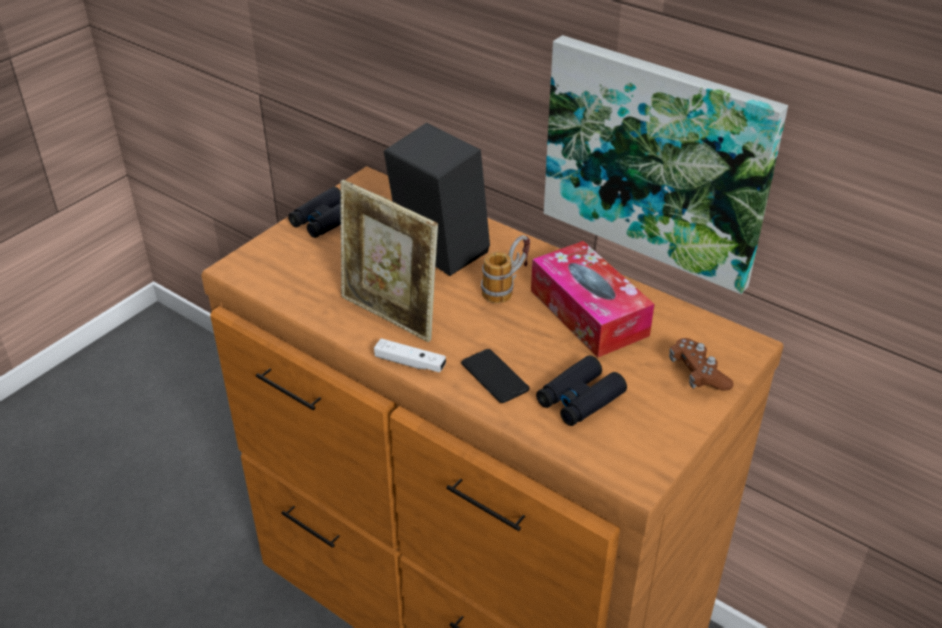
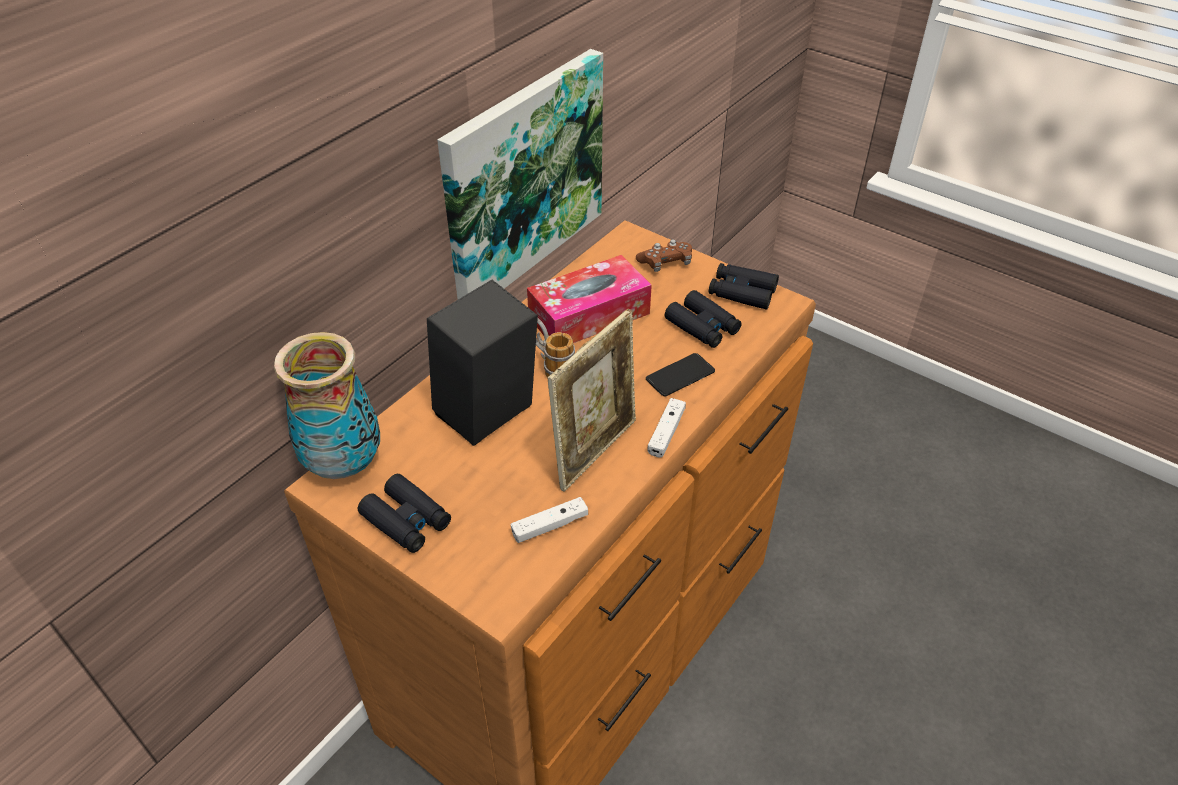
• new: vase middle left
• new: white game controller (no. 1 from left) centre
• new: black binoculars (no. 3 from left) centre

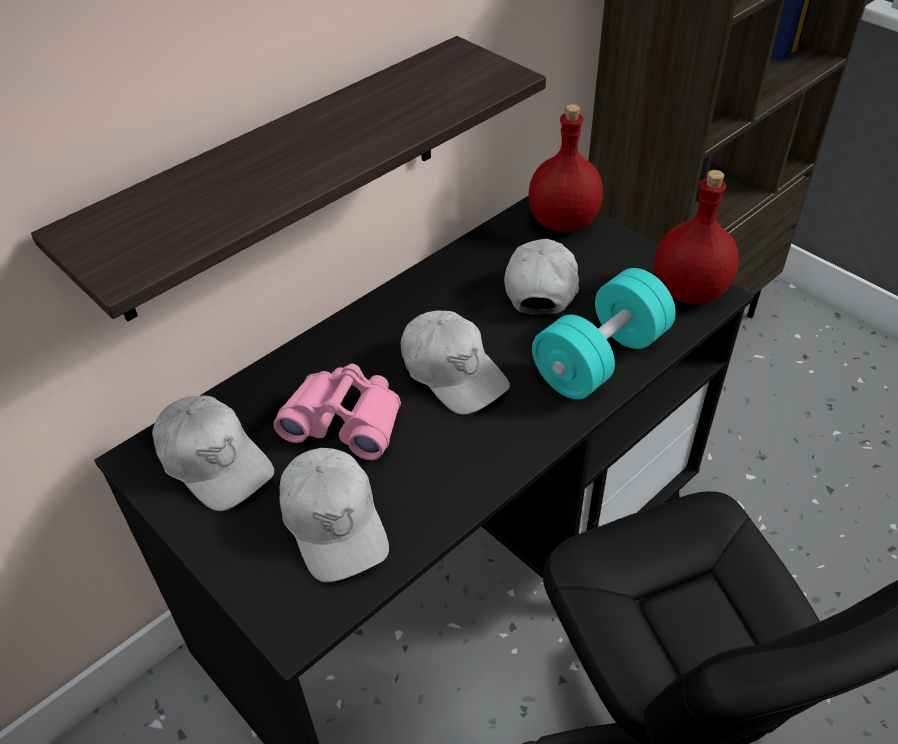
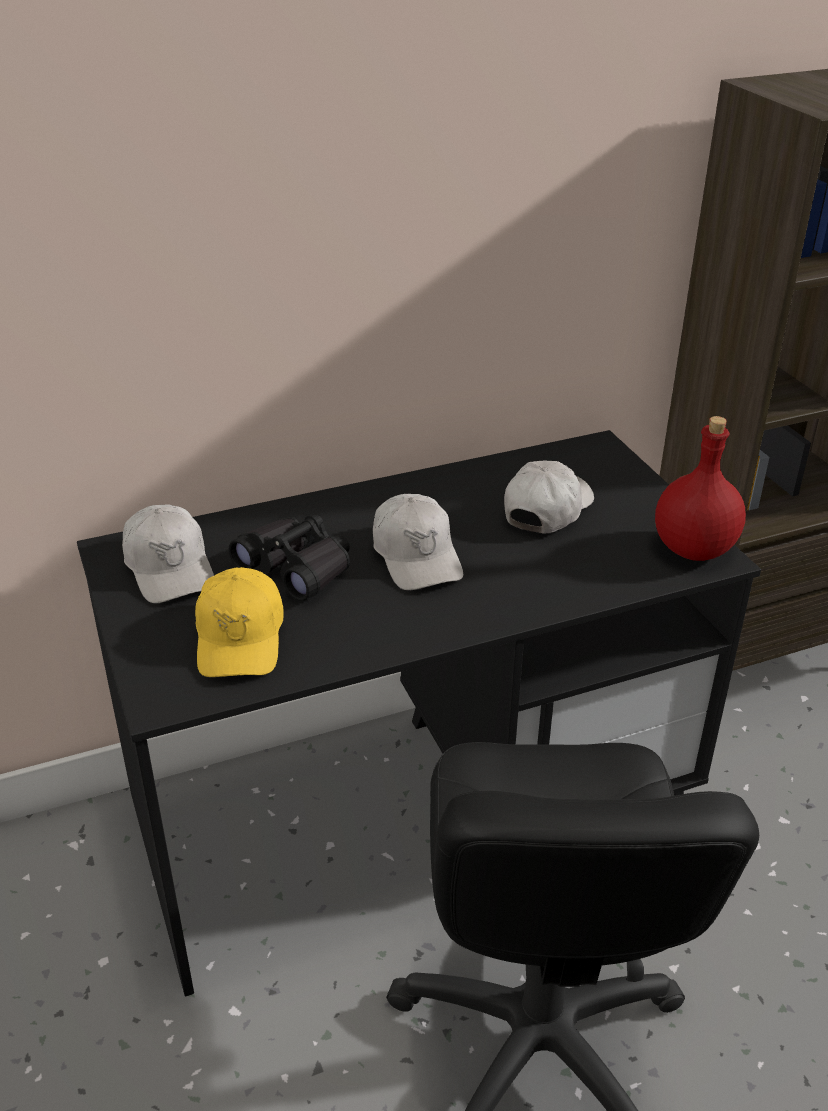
• gone: bracket shelf top left
• repainted: pink-coloured binoculars centre to black binoculars centre
• repainted: white peaked cap (no. 2 from left) bottom centre to yellow-coloured peaked cap middle left
• gone: red drink bottle (no. 1 from left) top centre
• gone: blue-green dumbbell middle right

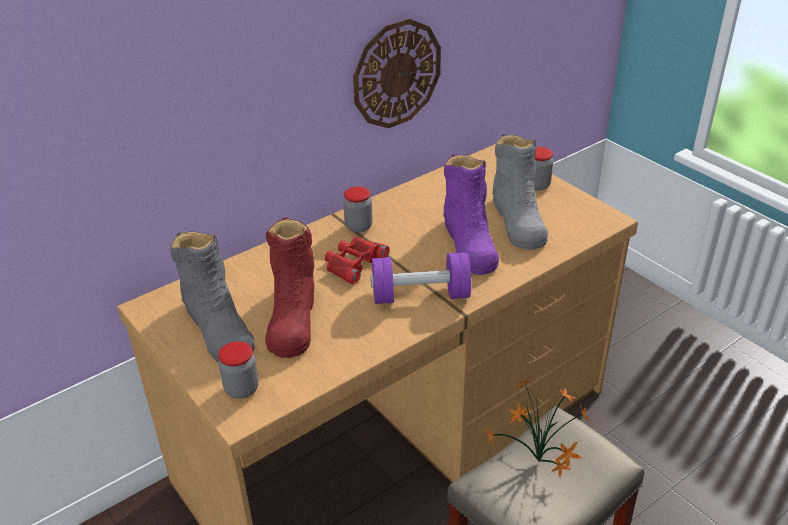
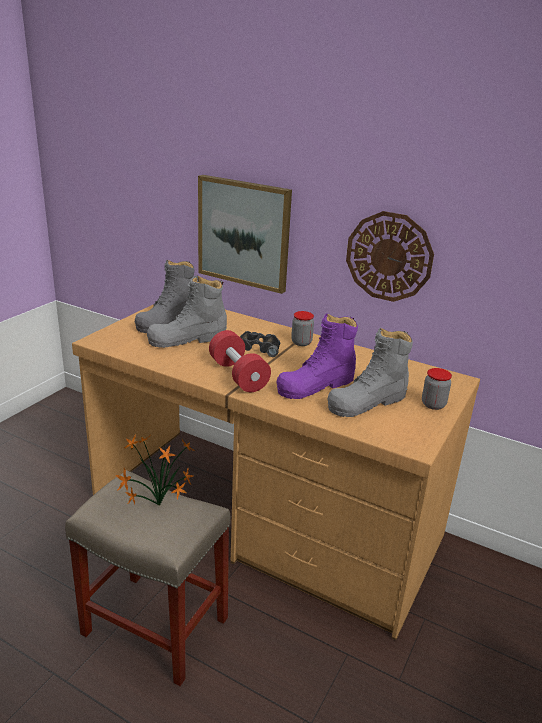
• gone: jar (no. 1 from left) bottom left
• repainted: red high-top boot centre to grey high-top boot (no. 2 from left) centre
• repainted: red binoculars centre to black binoculars centre
• repainted: purple-coloured dumbbell centre to red dumbbell centre
• new: picture top centre

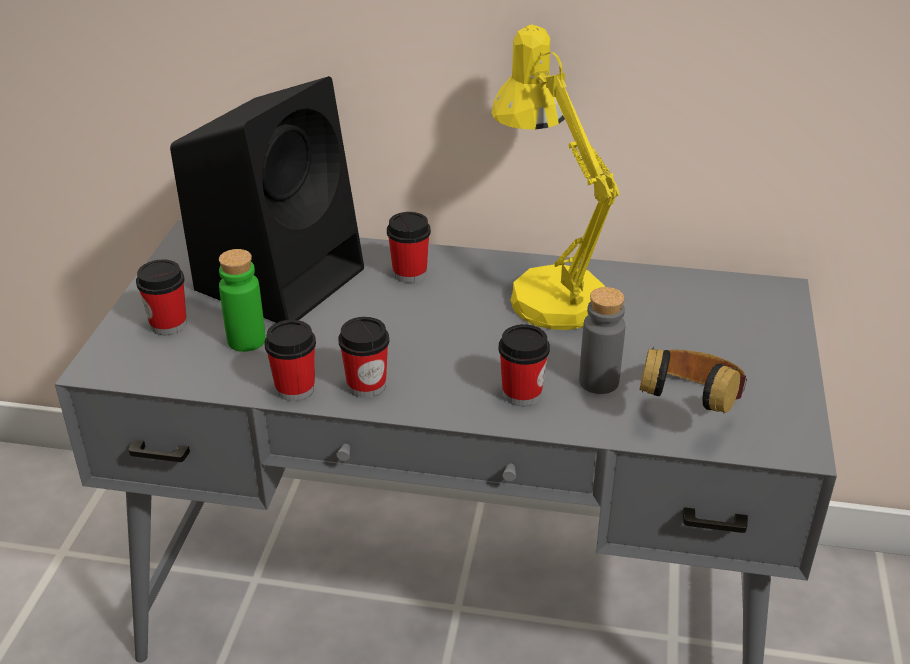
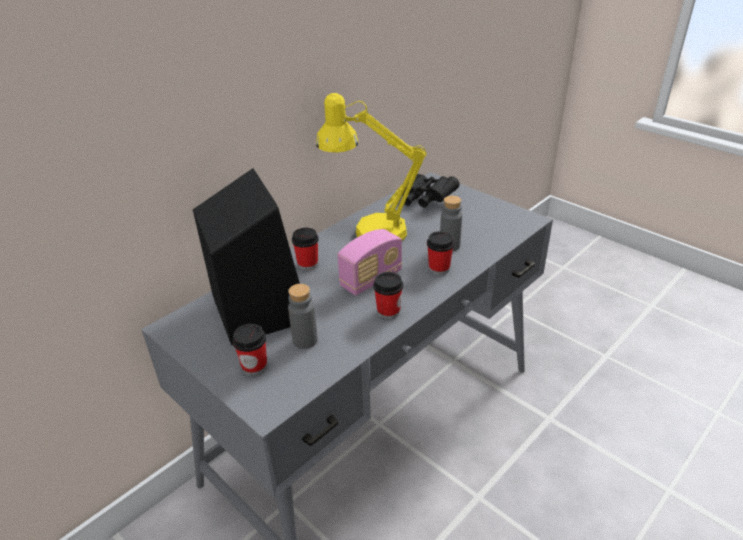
• repainted: greenish drink bottle middle left to grey drink bottle (no. 1 from left) centre
• gone: drinking cup (no. 2 from left) middle left
• gone: headset middle right
• new: radio set centre
• new: black binoculars centre

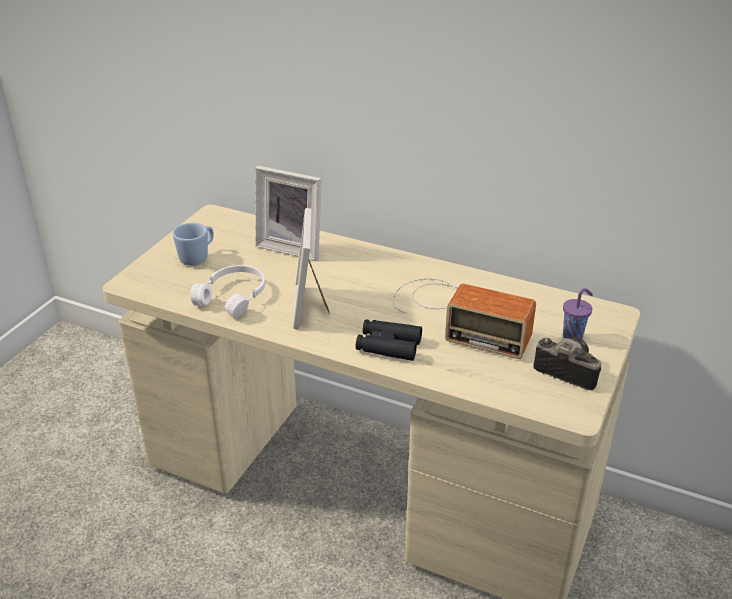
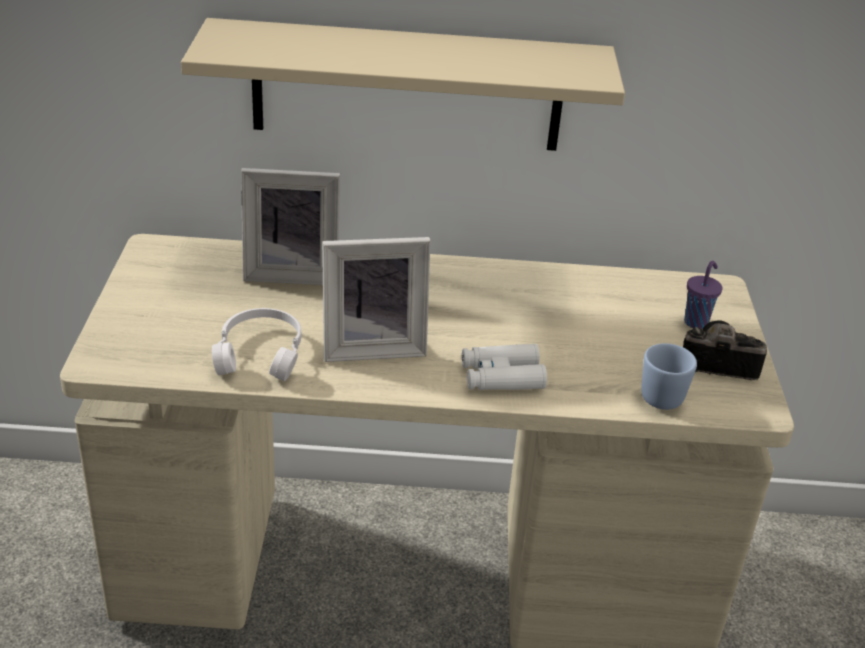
• shifted: bluish coffee mug middle left to middle right
• rotated: picture frame (no. 2 from left) centre = centre 75 degrees counterclockwise
• repainted: black binoculars centre to white binoculars centre
• gone: radio set centre
• new: beige-coloured bracket shelf top centre

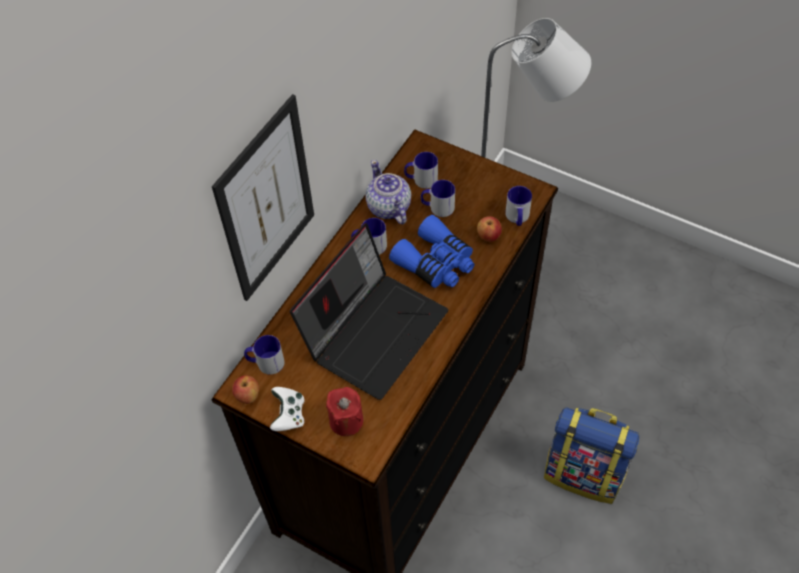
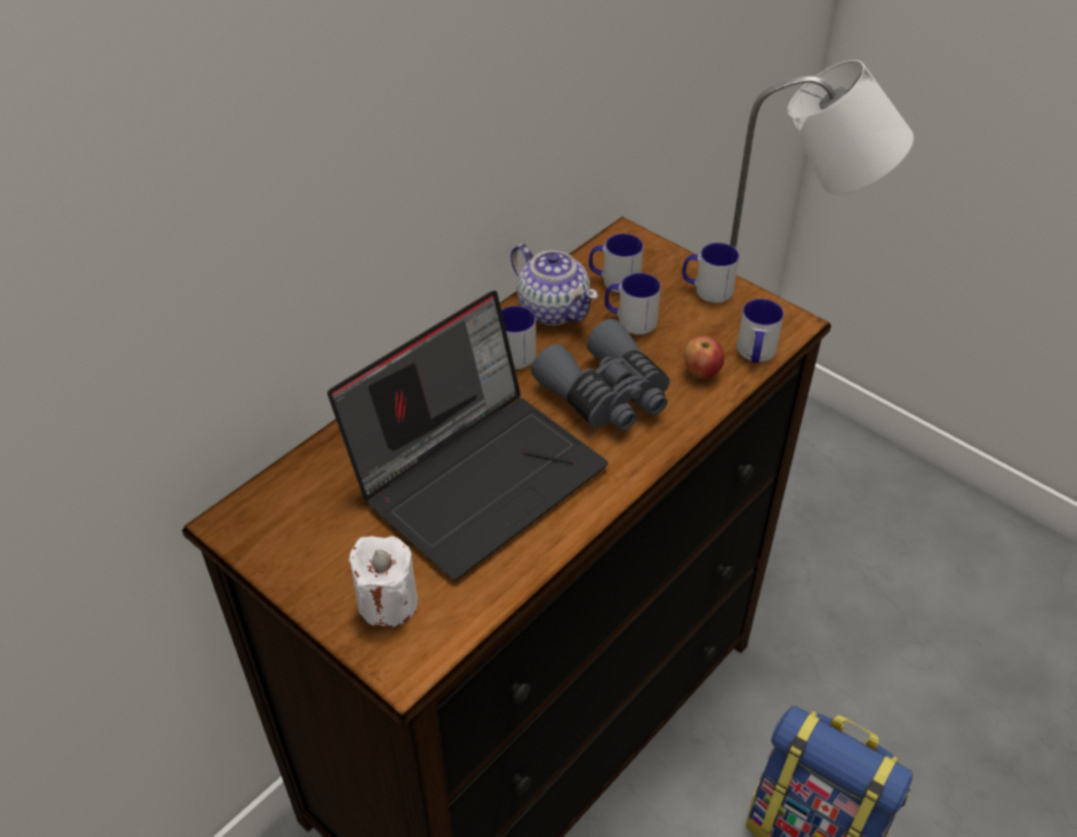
• gone: picture middle left
• gone: apple (no. 1 from left) bottom left
• shifted: coffee mug (no. 1 from left in the first image) middle left to coffee mug (no. 4 from left) top centre
• gone: white game controller bottom centre
• repainted: red wax candle bottom centre to white wax candle bottom centre
• rotated: tea pot centre = centre 150 degrees clockwise
• repainted: bluish binoculars centre to grey binoculars centre

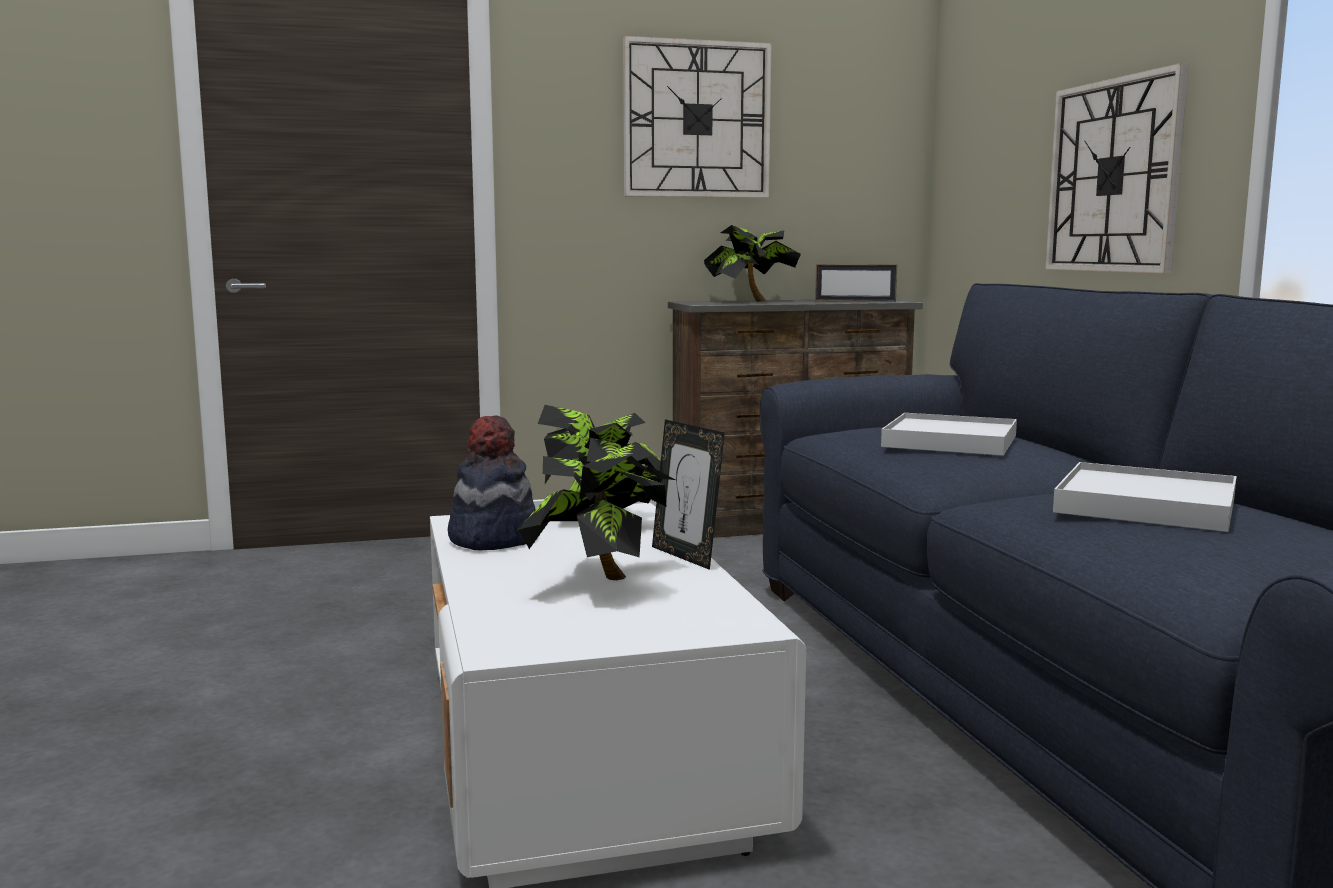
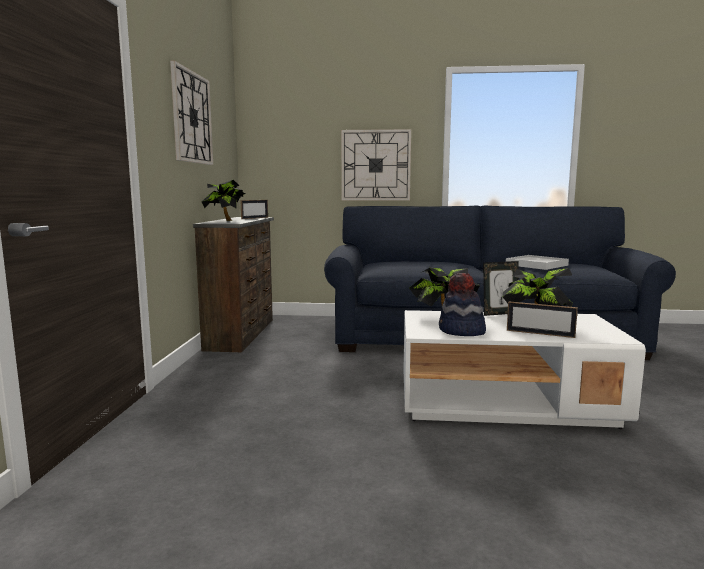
• gone: white carrying tray (no. 1 from left) middle right
• new: picture frame (no. 3 from left) middle right

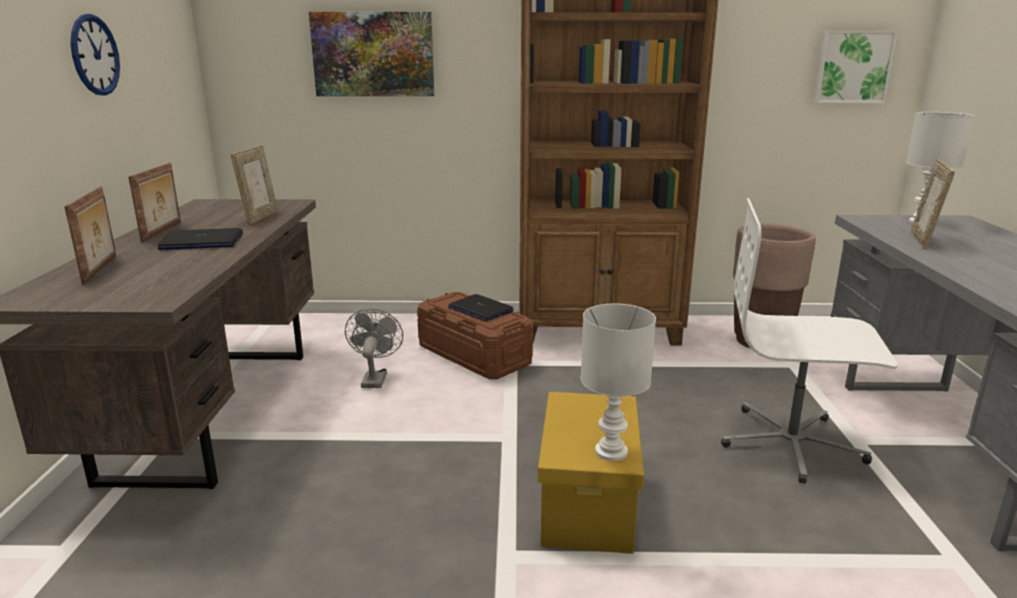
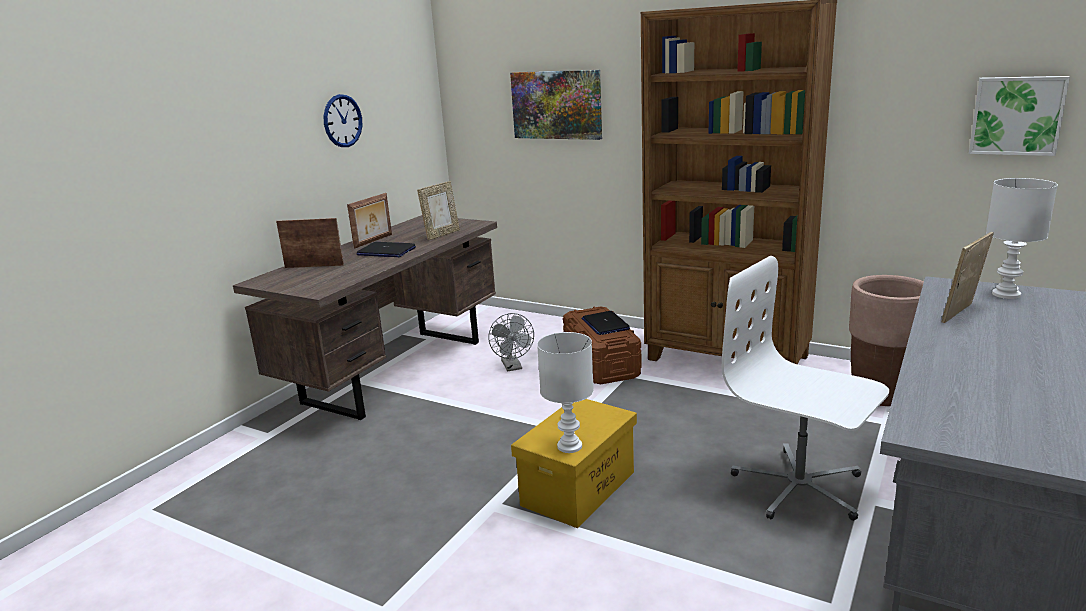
• rotated: picture frame (no. 1 from left) middle left = middle left 105 degrees counterclockwise
• rotated: grey electric fan centre = centre 135 degrees clockwise

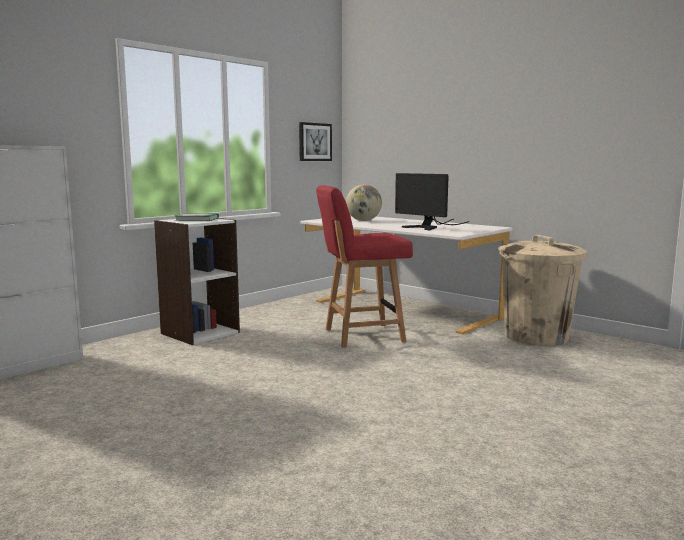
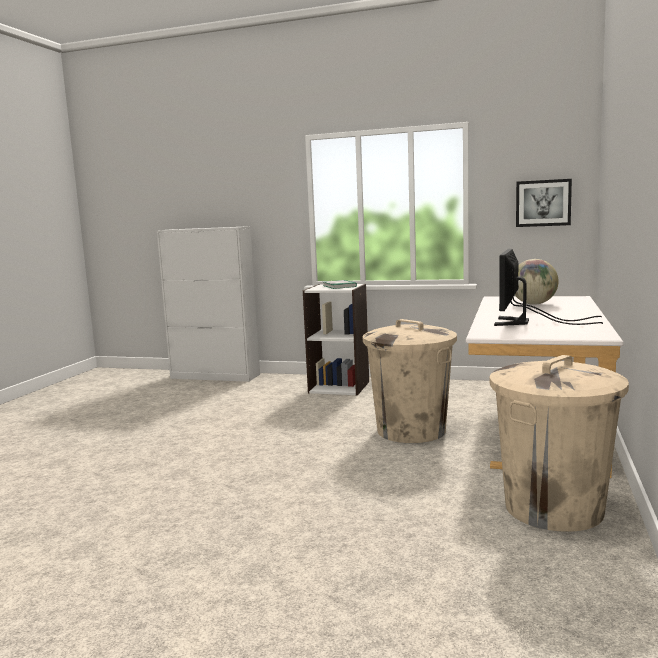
• swapped: red upright chair centre to beige-coloured waste bin (no. 1 from left) centre

